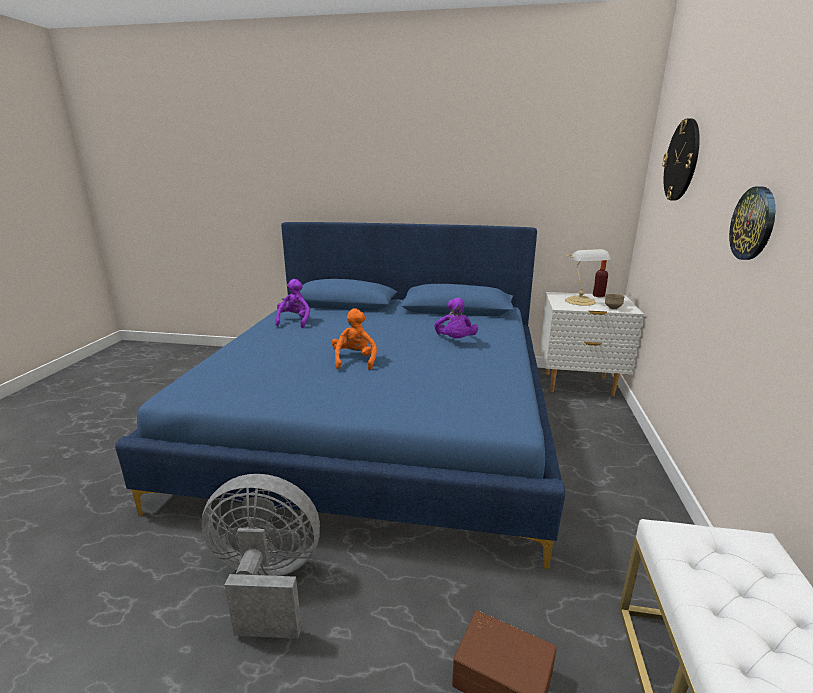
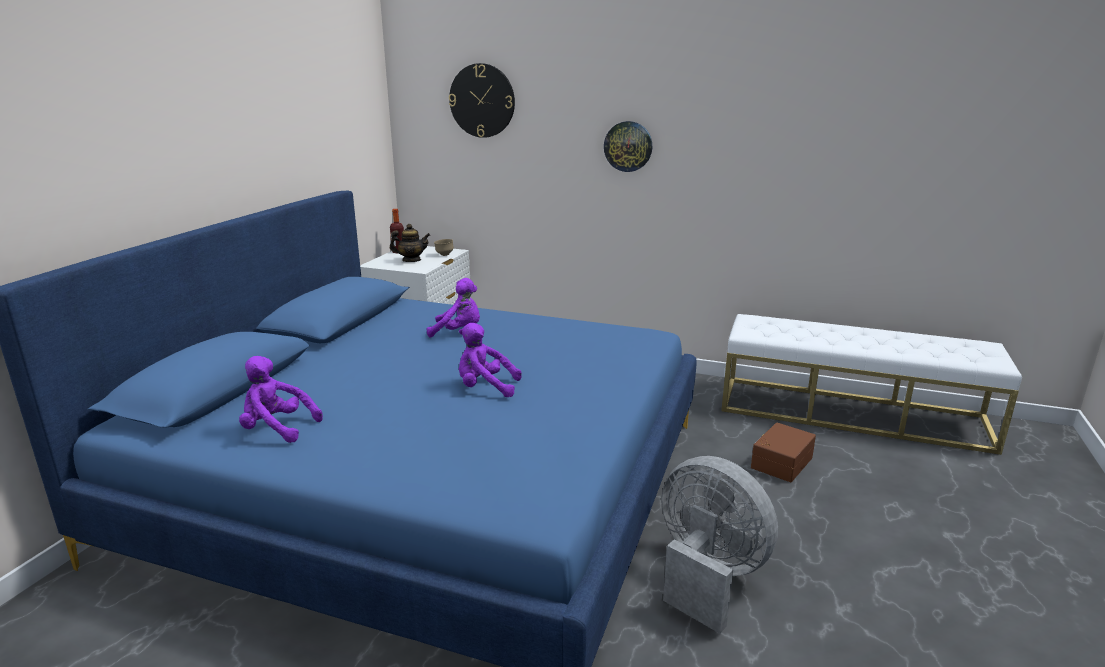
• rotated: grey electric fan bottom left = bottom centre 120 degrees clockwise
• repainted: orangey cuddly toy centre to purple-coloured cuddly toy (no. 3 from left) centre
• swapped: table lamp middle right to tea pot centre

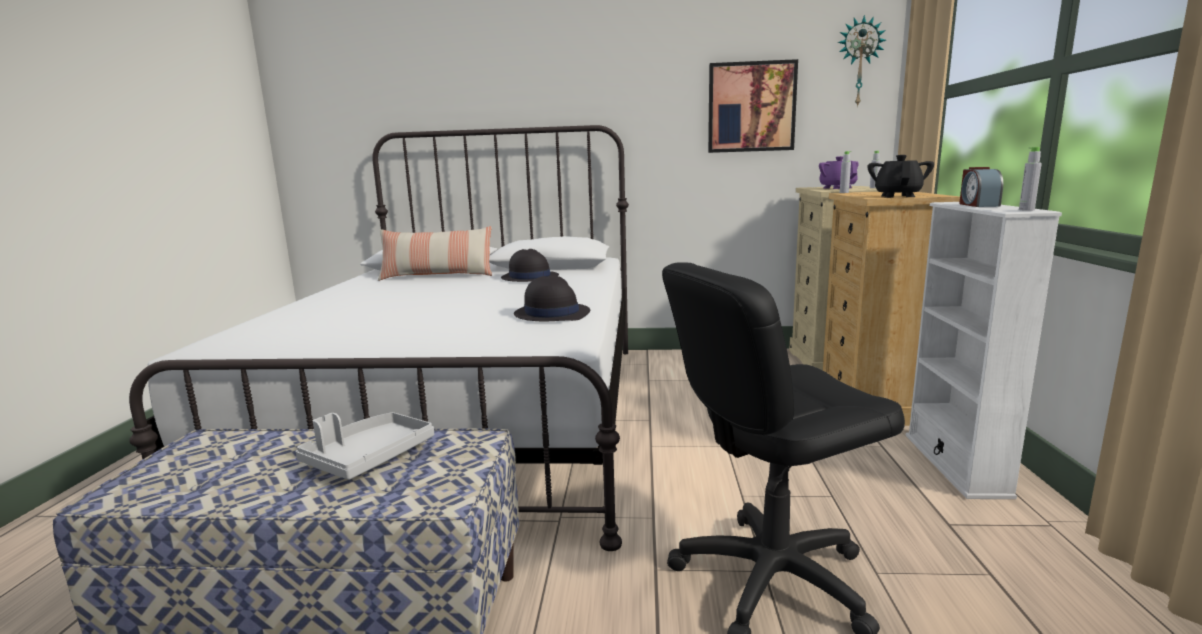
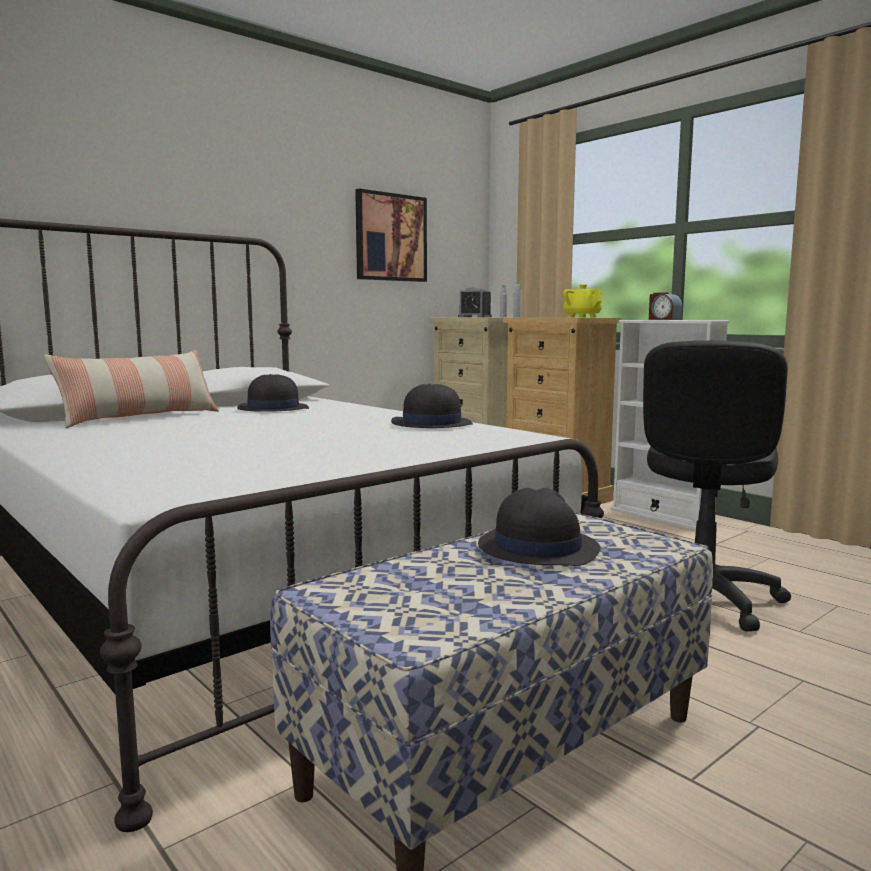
• swapped: grey carrying tray bottom left to black hat (no. 3 from left) centre
• swapped: purple-coloured tea pot top right to bedside clock (no. 1 from left) centre
• gone: hanging clock top right
• repainted: black tea pot top right to yellow-coloured tea pot middle right
• gone: grey drink bottle (no. 3 from left) top right

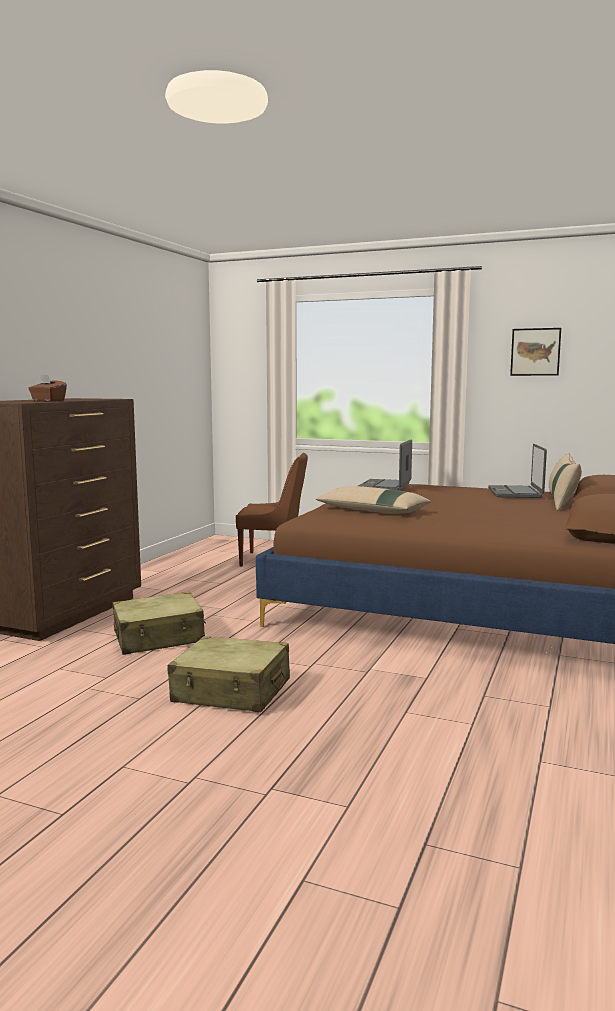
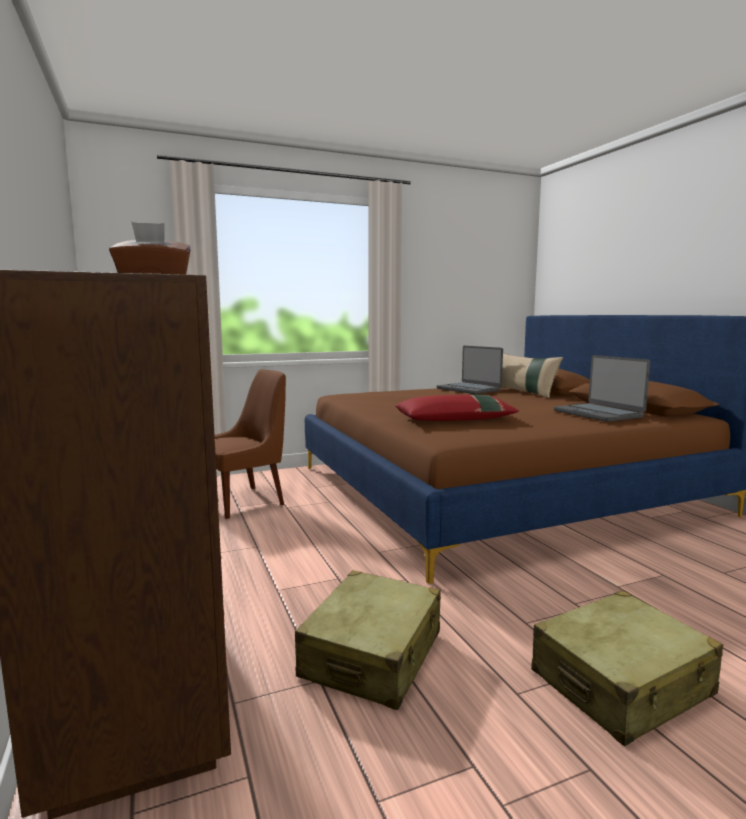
• repainted: beige-coloured cushion (no. 1 from left) centre to red cushion centre
• shifted: laptop (no. 1 from left in the first image) centre to laptop (no. 2 from left) middle right
• gone: picture middle right

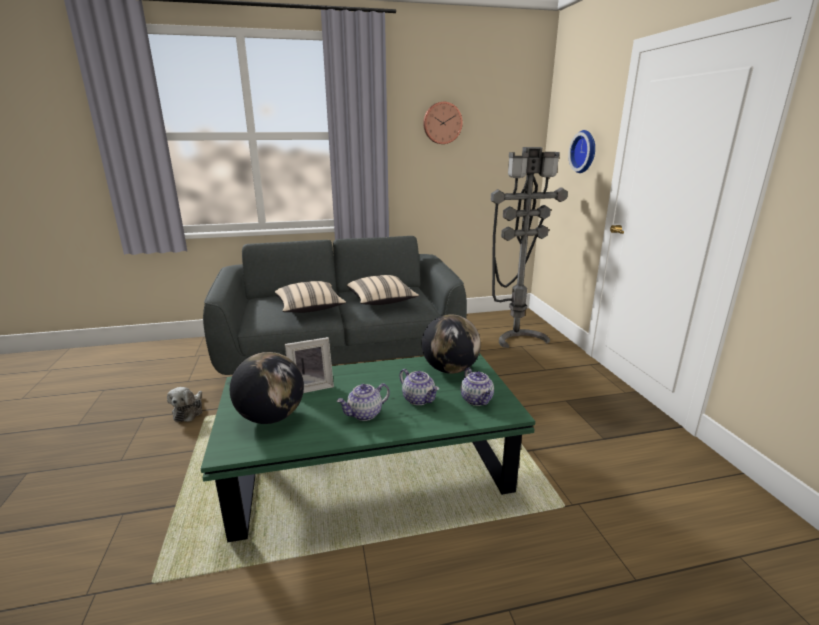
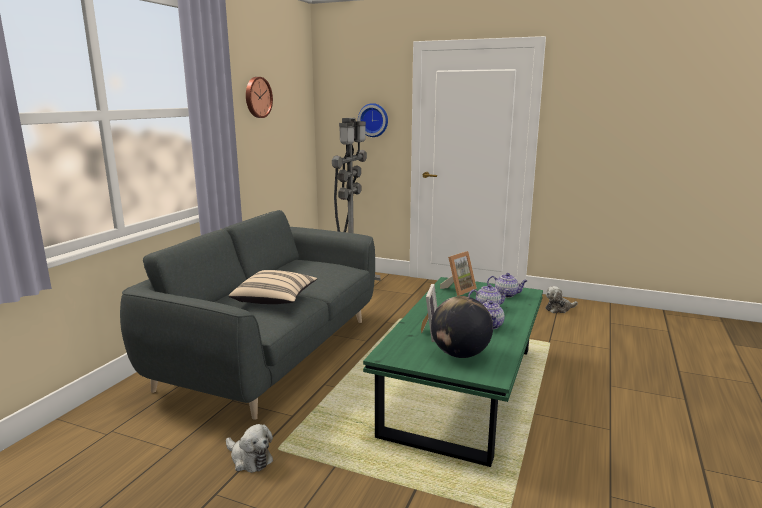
• gone: beige-coloured cushion (no. 2 from left) centre
• swapped: desk globe (no. 2 from left) centre to picture frame (no. 2 from left) centre
• new: cuddly toy (no. 2 from left) middle right

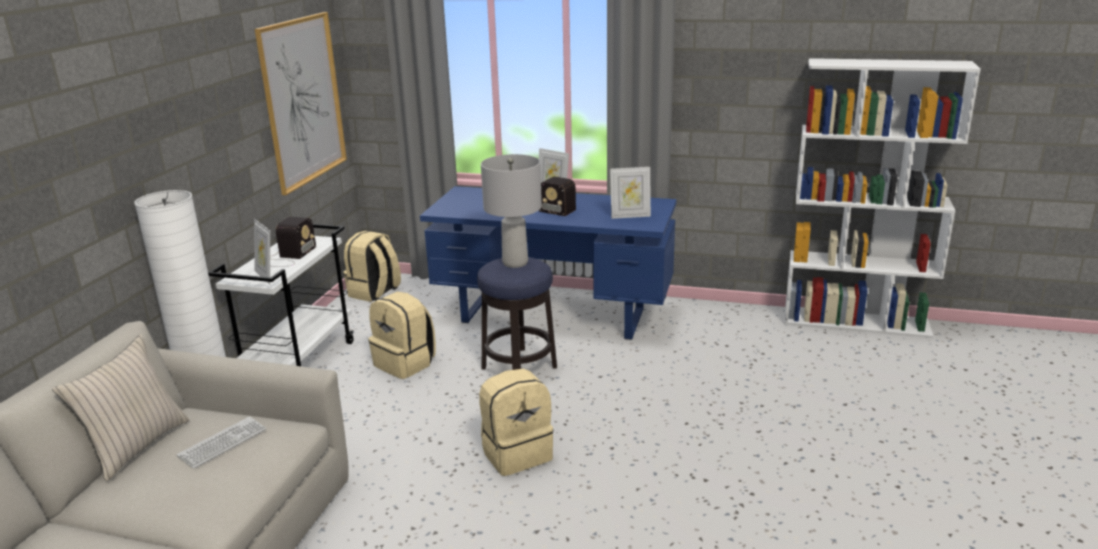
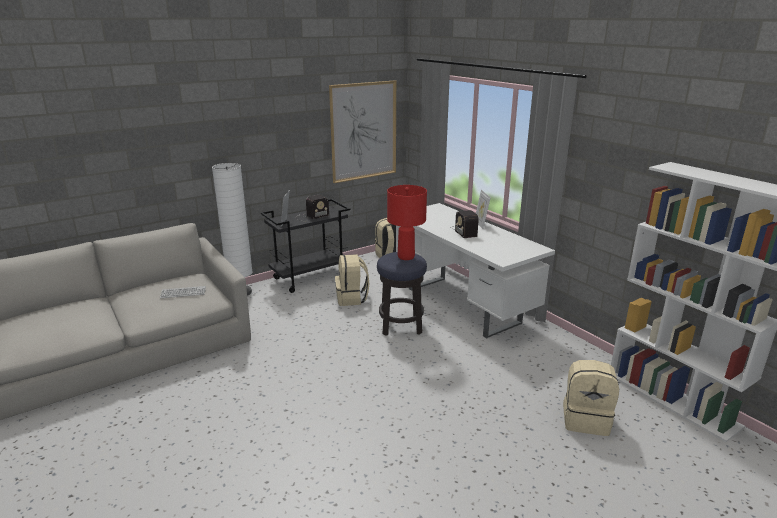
• gone: beige-coloured cushion bottom left
• repainted: white cart middle left to black cart centre
• repainted: bluish desk table centre to white desk table centre
• shifted: beige-coloured rucksack (no. 3 from left) bottom centre to bottom right
• repainted: grey table lamp centre to red table lamp centre
• gone: picture frame (no. 3 from left) centre

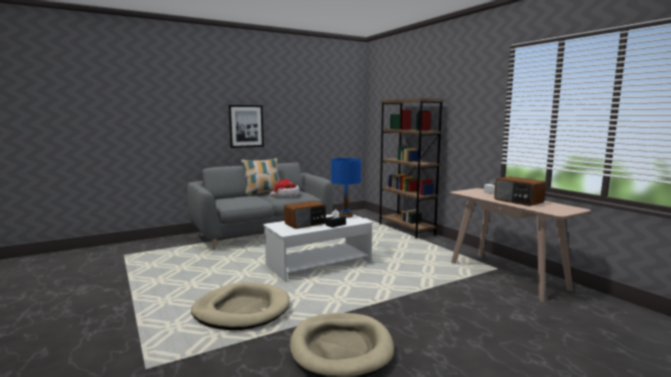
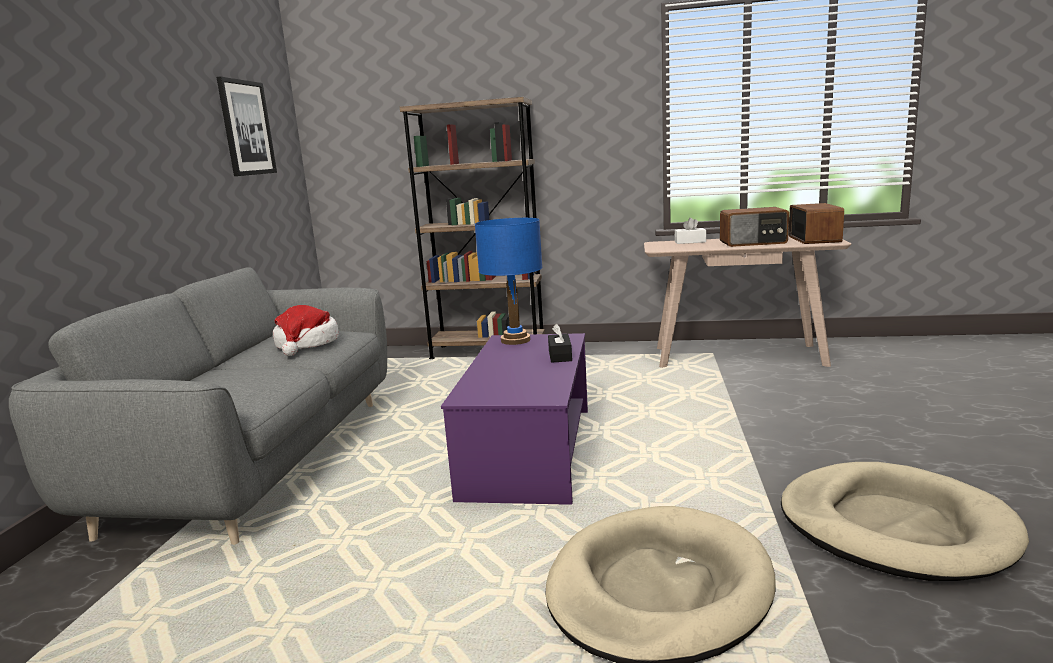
• shifted: picture centre to top left
• gone: cushion centre
• repainted: white coffee table centre to purple-coloured coffee table centre
• shifted: radio set (no. 1 from left in the first image) centre to radio set (no. 2 from left) middle right

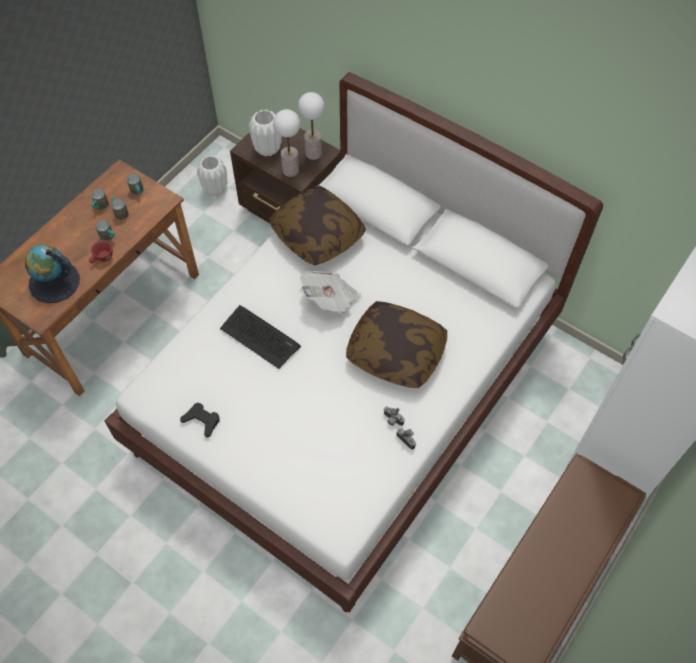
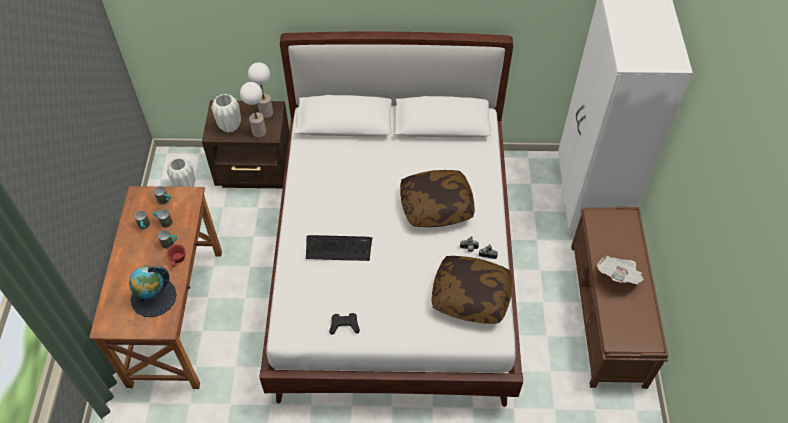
• shifted: cushion (no. 1 from left in the first image) centre to cushion (no. 2 from left) bottom centre
• shifted: newspaper centre to middle right

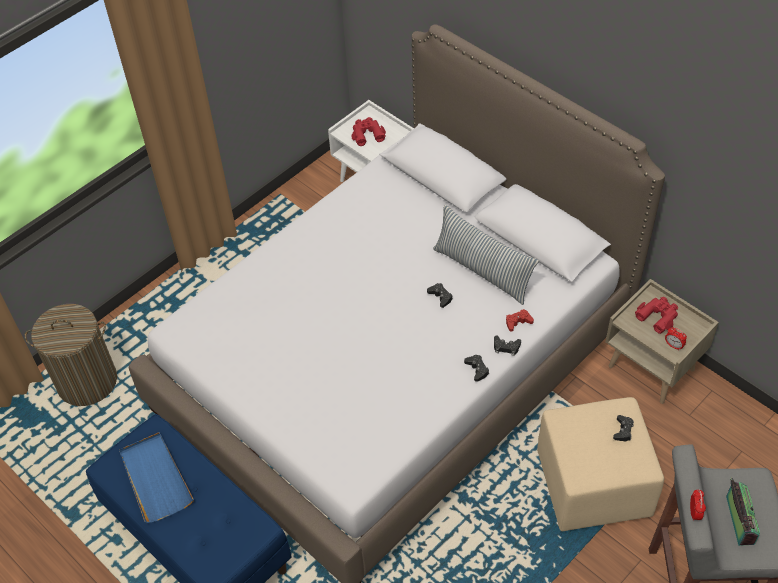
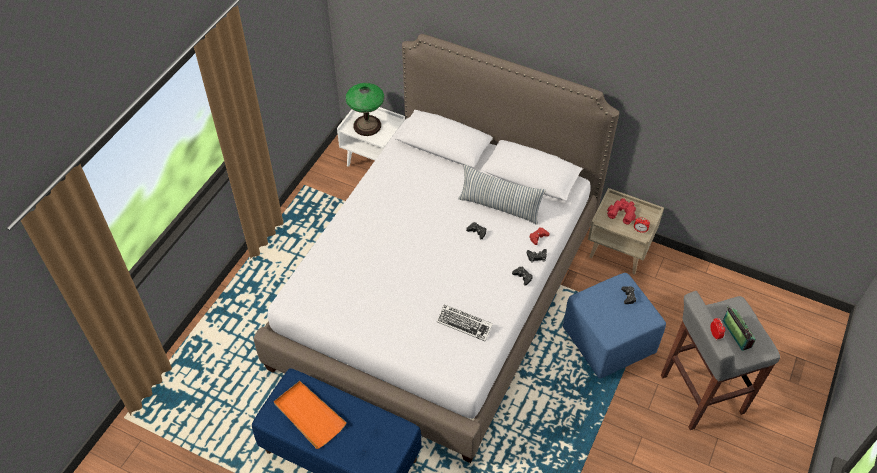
• gone: laundry basket middle left
• repainted: bluish carrying tray bottom left to orangey carrying tray bottom centre
• swapped: red binoculars (no. 1 from left) top centre to table lamp top centre
• repainted: beige-coloured pouffe bottom right to bluish pouffe bottom right
• new: keyboard bottom centre

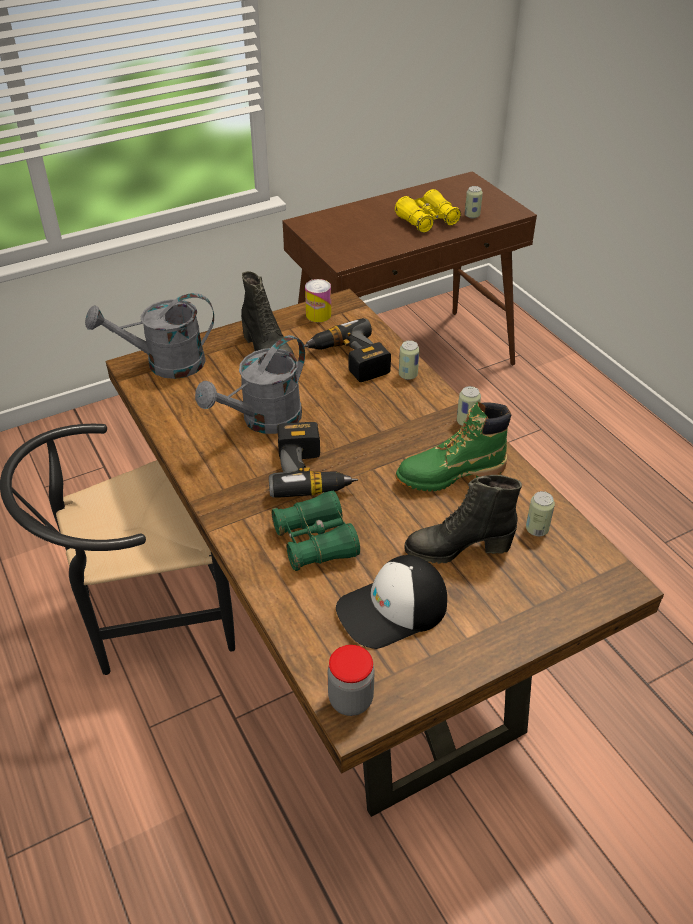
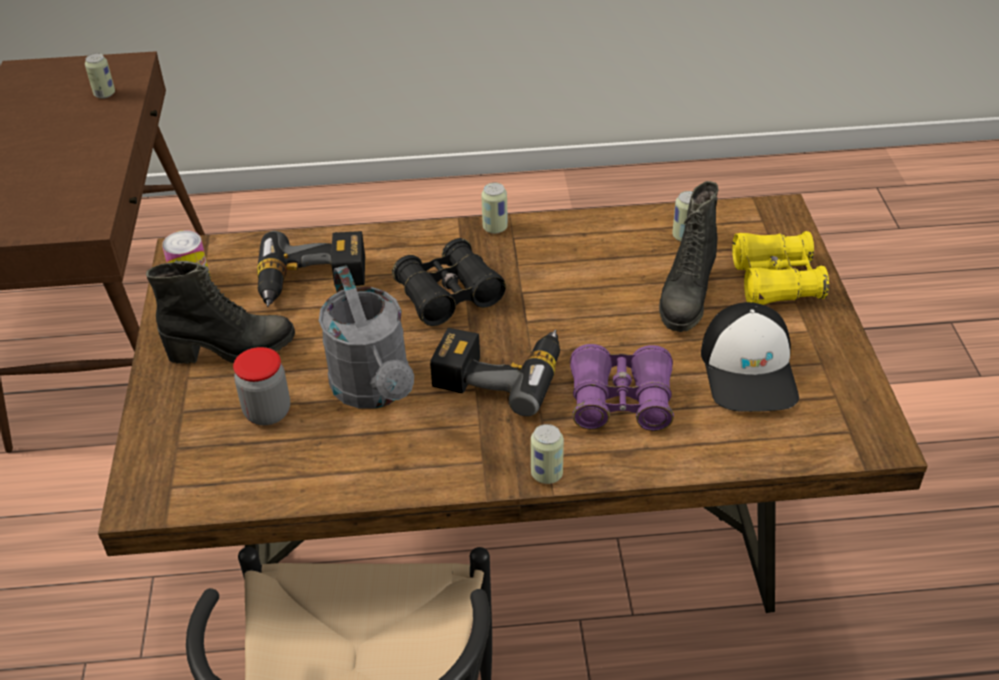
• gone: grey sprinkling can (no. 1 from left) middle left
• repainted: greenish binoculars centre to purple-coloured binoculars centre
• shifted: jar bottom centre to middle left
• shifted: yellow-coloured binoculars top centre to middle right
• gone: greenish high-top boot centre
• shifted: can (no. 2 from left in the first image) centre to can (no. 4 from left) bottom centre
• new: black binoculars centre

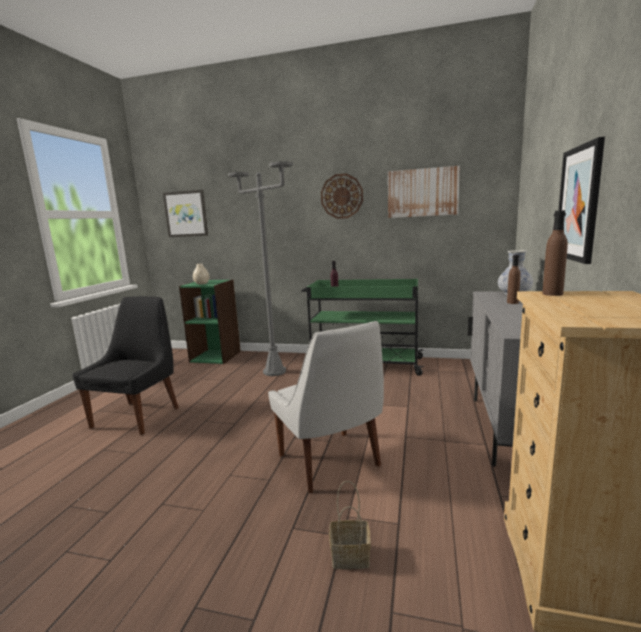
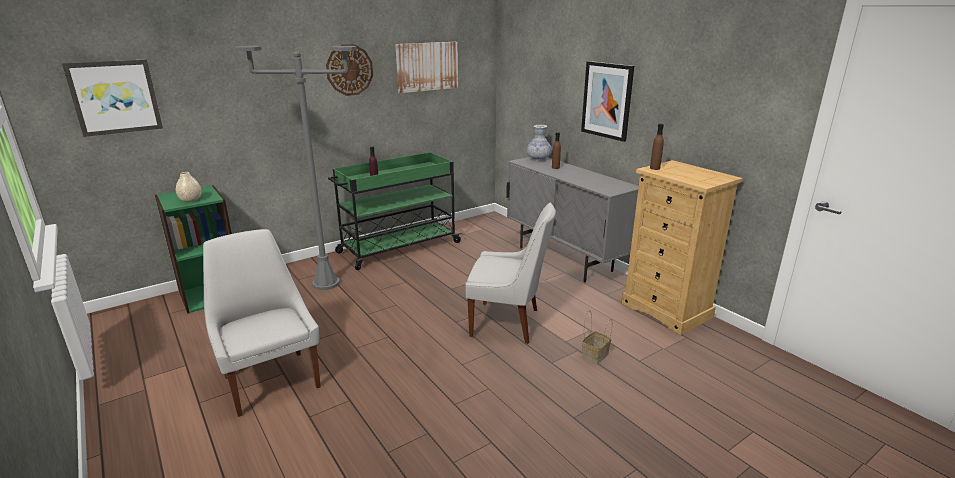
• repainted: black upright chair middle left to white upright chair (no. 1 from left) bottom left

